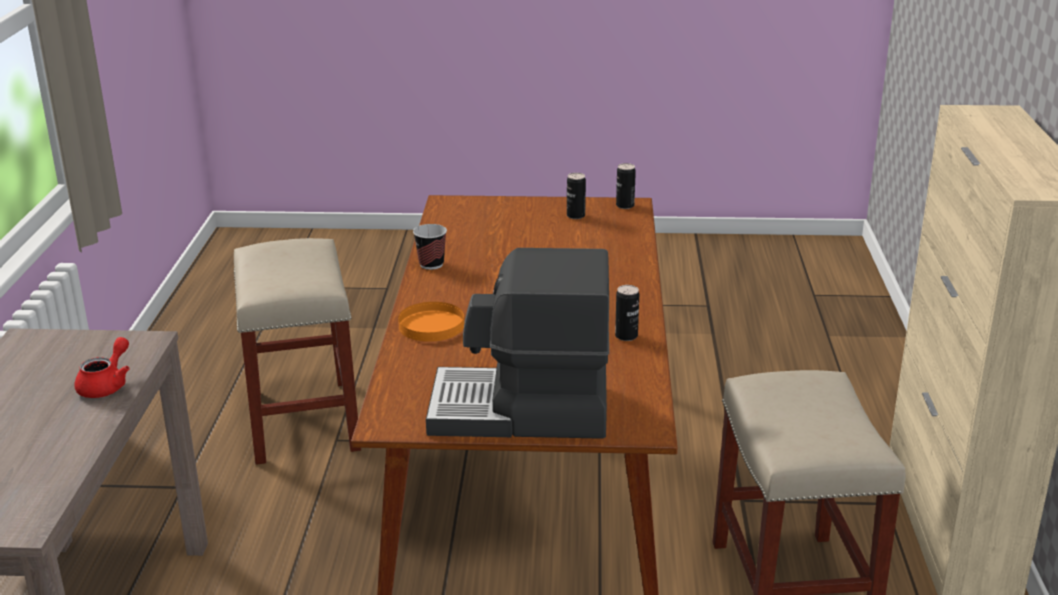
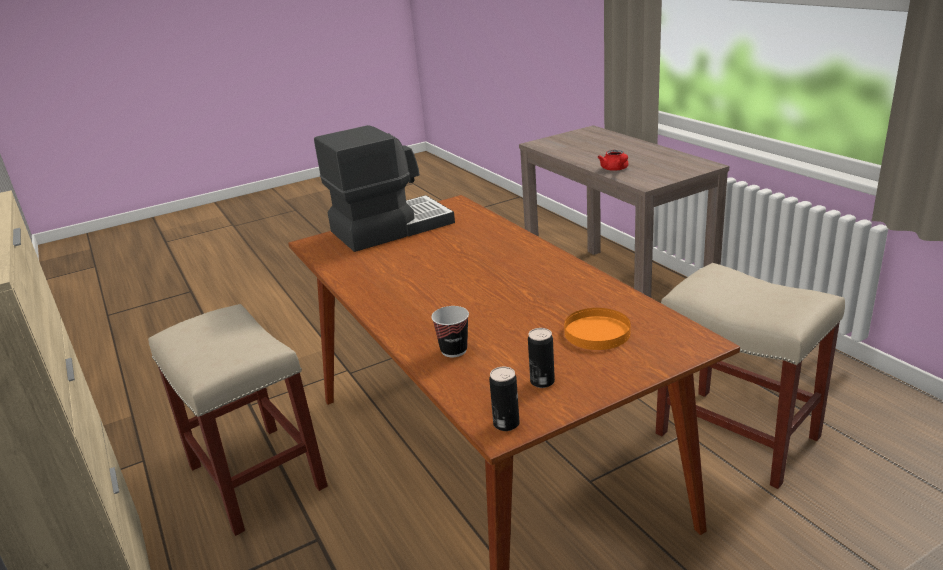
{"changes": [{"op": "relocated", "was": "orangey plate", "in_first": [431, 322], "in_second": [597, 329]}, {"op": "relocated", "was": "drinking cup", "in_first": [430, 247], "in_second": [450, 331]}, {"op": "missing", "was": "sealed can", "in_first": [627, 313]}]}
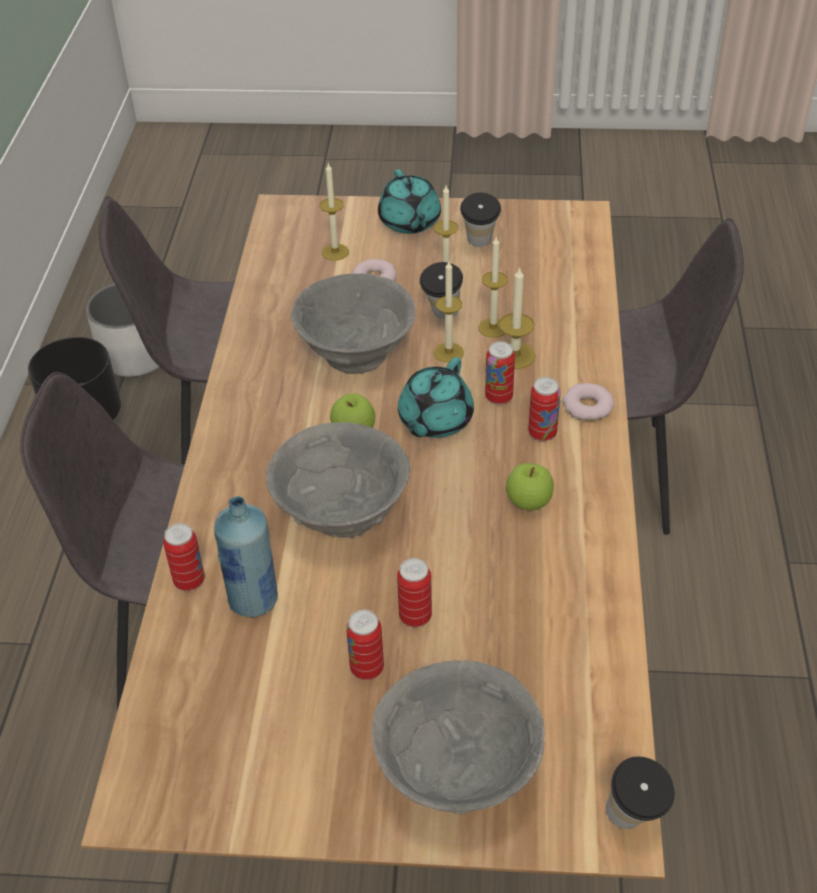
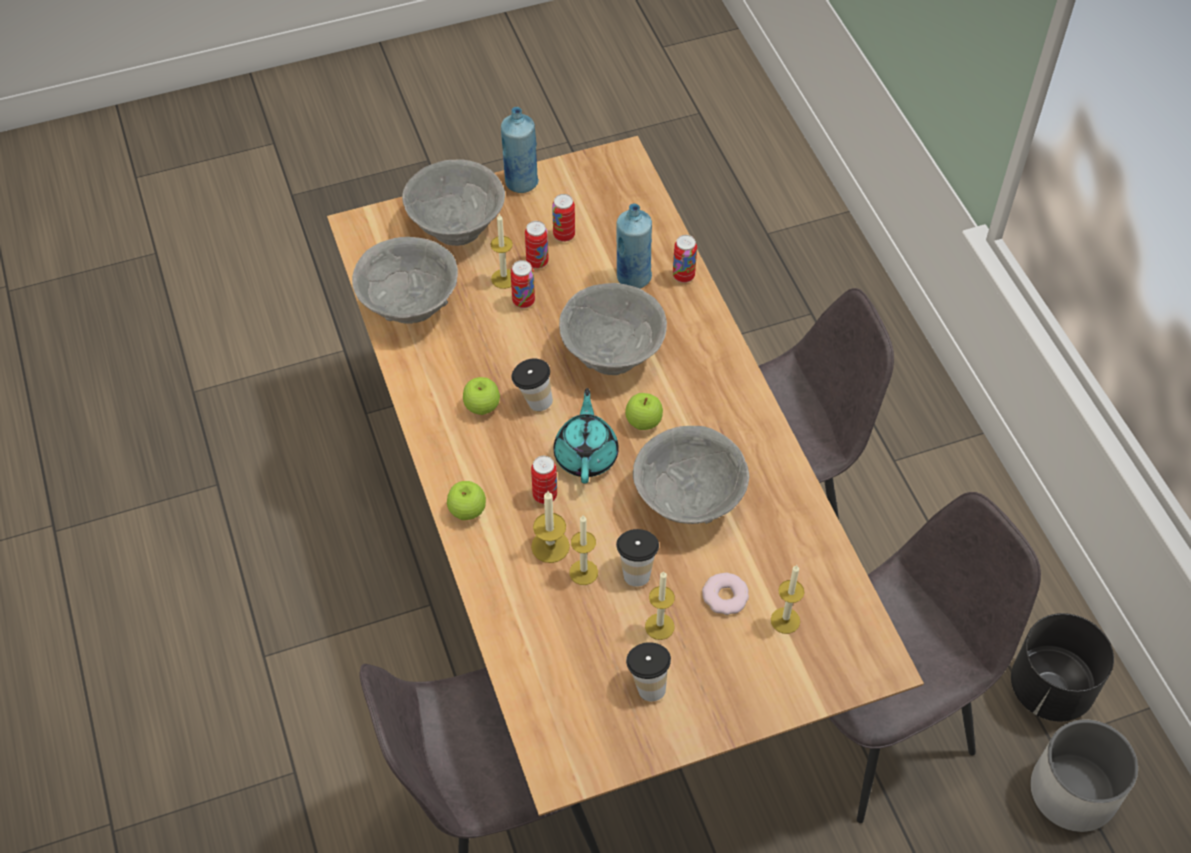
{"changes": [{"op": "missing", "was": "turquoise-coloured tea pot", "in_first": [409, 201]}, {"op": "relocated", "was": "wax light", "in_first": [449, 312], "in_second": [501, 251]}, {"op": "relocated", "was": "sealed can", "in_first": [544, 409], "in_second": [563, 218]}, {"op": "exchanged", "was": "ring doughnut", "now": "apple fruit", "in_first": [588, 402], "in_second": [466, 500]}, {"op": "relocated", "was": "drinking cup", "in_first": [640, 792], "in_second": [532, 385]}, {"op": "appeared", "now": "greyish bowl", "in_second": [405, 280]}, {"op": "appeared", "now": "blue bottle", "in_second": [520, 150]}]}
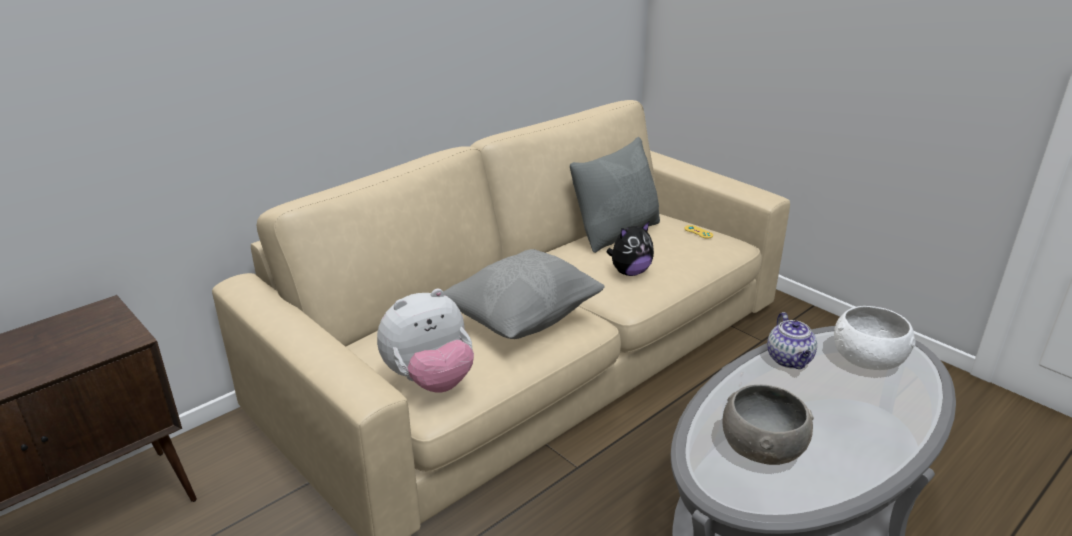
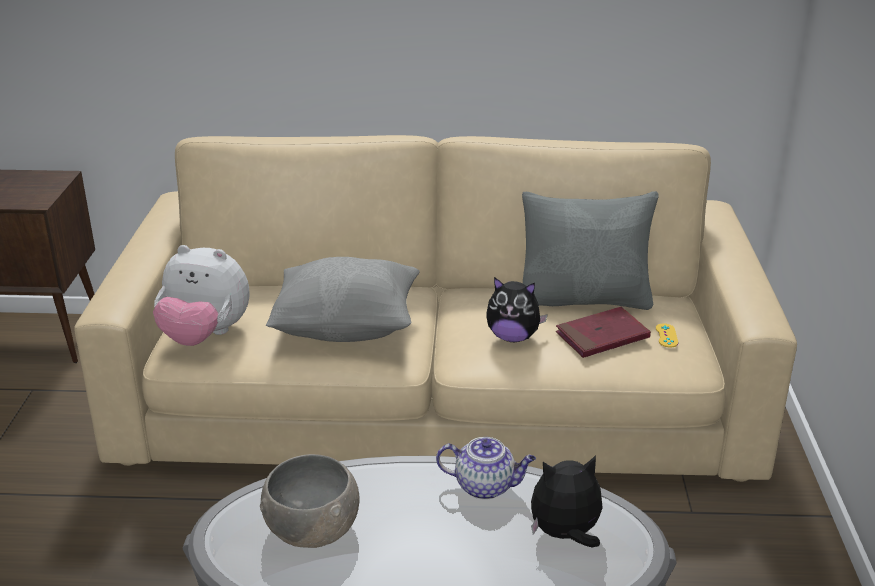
{"changes": [{"op": "spun", "was": "tea pot", "in_first": [792, 340], "in_second": [486, 468], "clockwise": -120}, {"op": "exchanged", "was": "white-coloured bowl", "now": "plush toy", "in_first": [875, 338], "in_second": [567, 501]}, {"op": "appeared", "now": "red book", "in_second": [603, 332]}]}
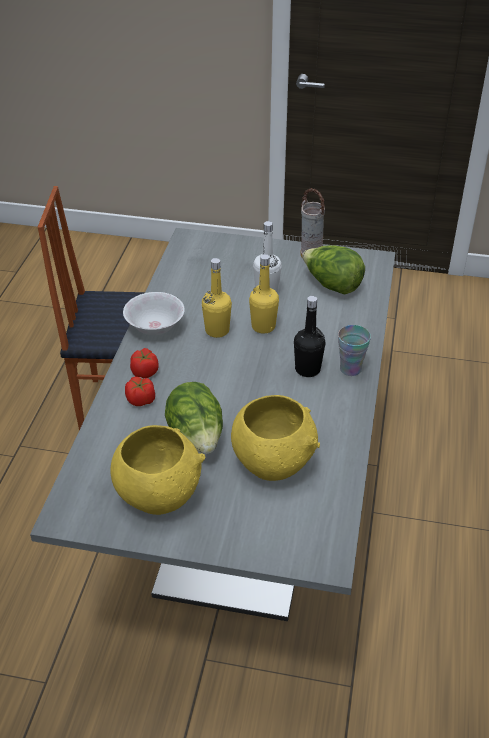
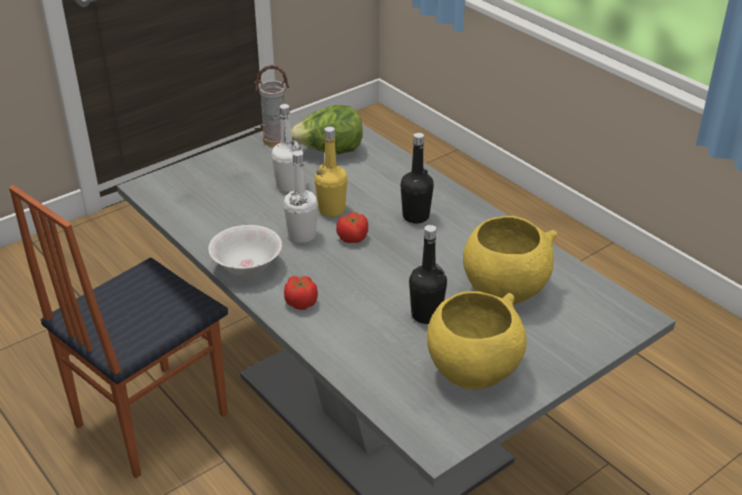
{"changes": [{"op": "relocated", "was": "fresh tomato", "in_first": [140, 391], "in_second": [352, 227]}, {"op": "exchanged", "was": "lettuce head", "now": "blackish bottle", "in_first": [194, 418], "in_second": [428, 274]}, {"op": "colour", "was": "yellow bottle", "now": "white-coloured bottle", "in_first": [217, 298], "in_second": [300, 196]}, {"op": "missing", "was": "drinking cup", "in_first": [354, 350]}]}
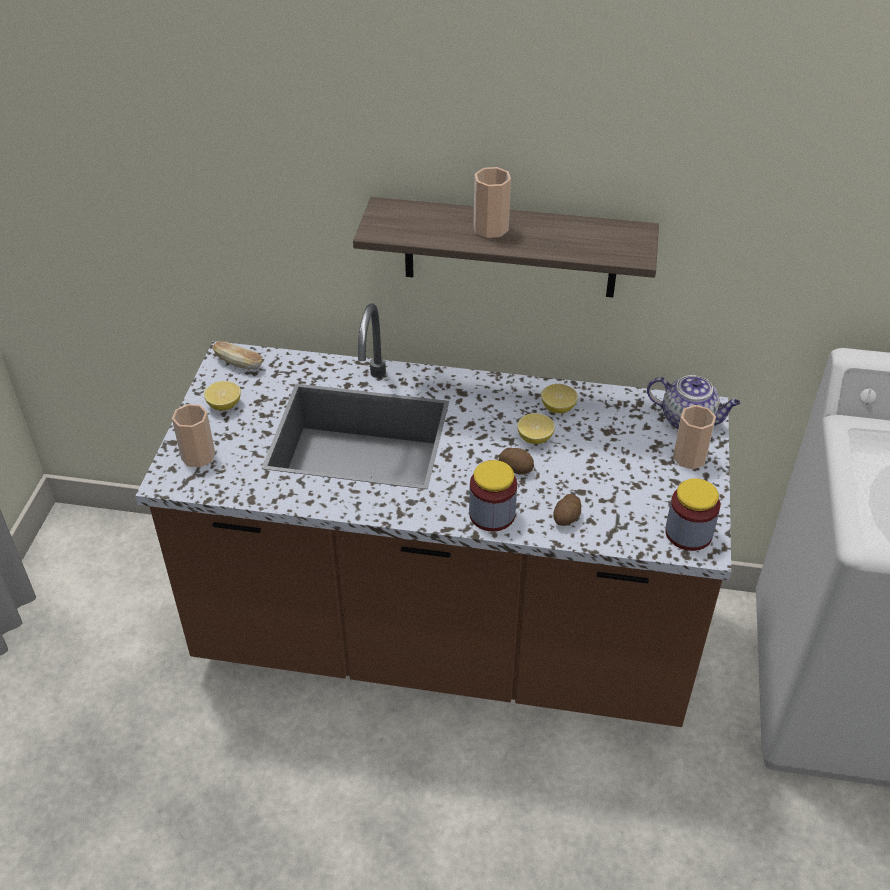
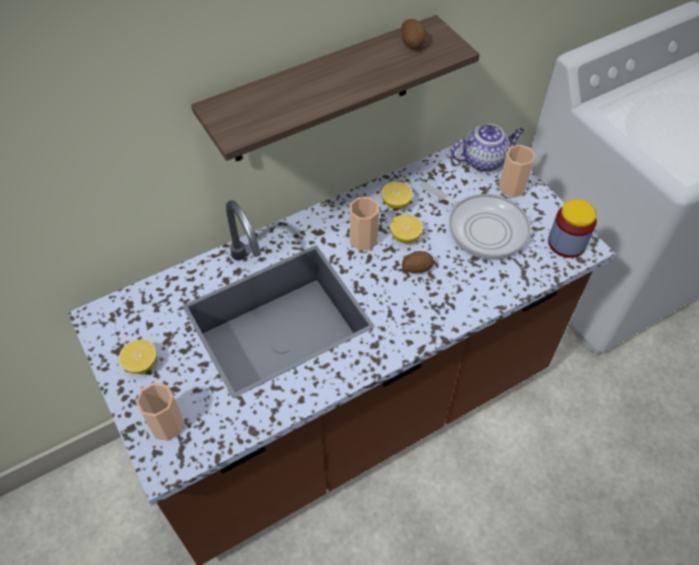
{"changes": [{"op": "missing", "was": "bread", "in_first": [238, 355]}, {"op": "missing", "was": "jar", "in_first": [493, 495]}, {"op": "relocated", "was": "drinking cup", "in_first": [492, 202], "in_second": [364, 223]}, {"op": "relocated", "was": "whole potato", "in_first": [567, 510], "in_second": [413, 34]}, {"op": "appeared", "now": "frying pan", "in_second": [475, 221]}]}
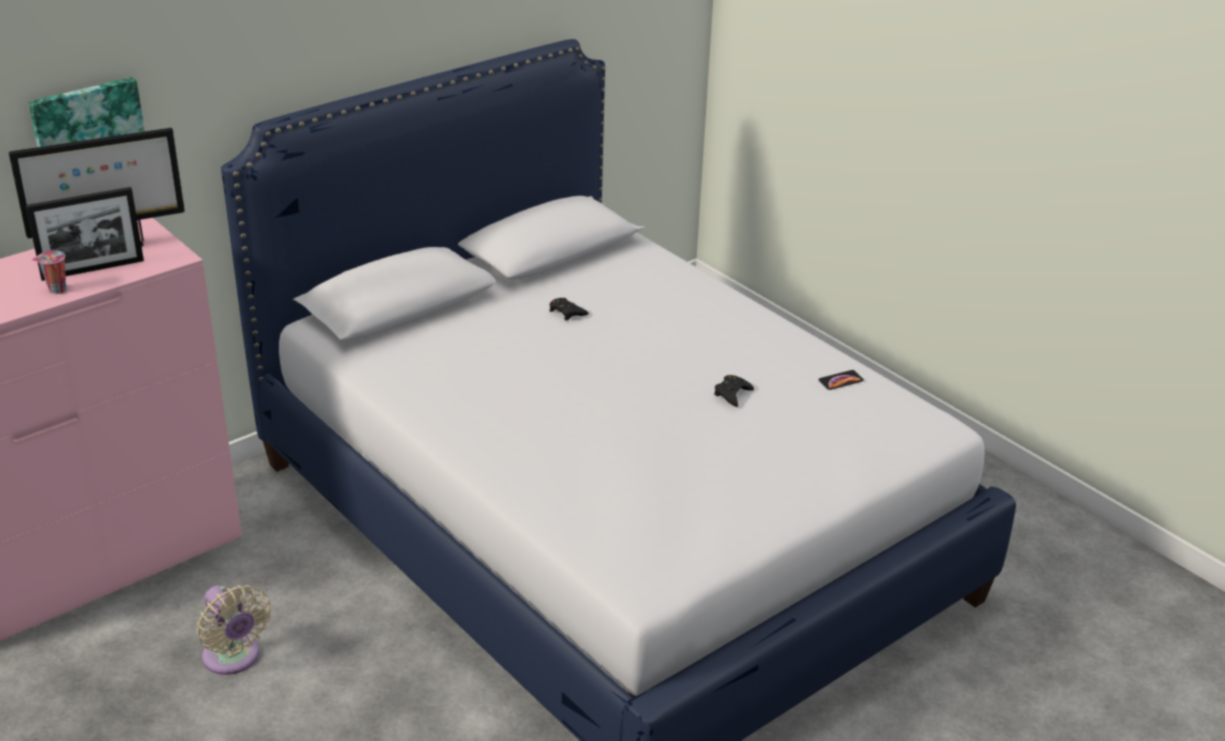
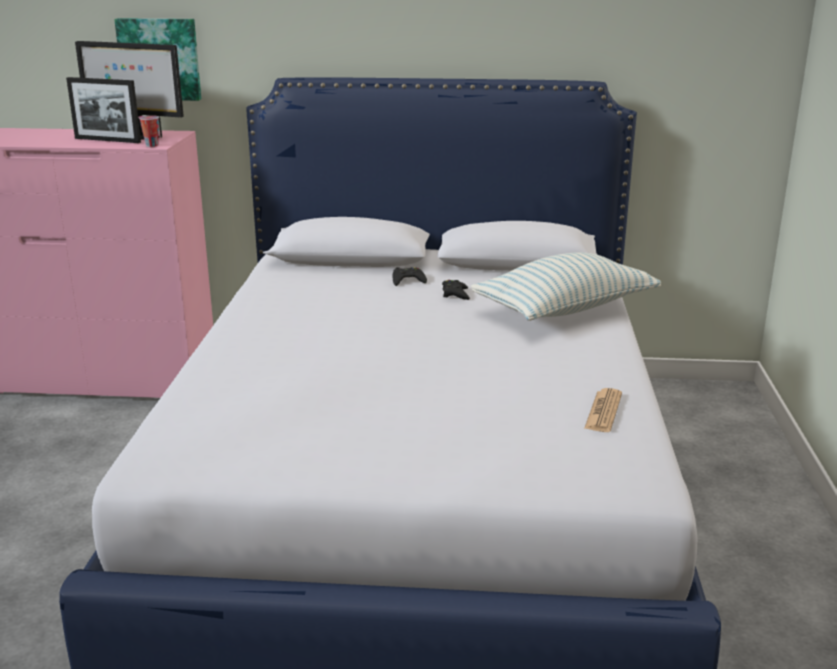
{"changes": [{"op": "relocated", "was": "drinking cup", "in_first": [49, 272], "in_second": [148, 131]}, {"op": "missing", "was": "beige cooling fan", "in_first": [234, 630]}, {"op": "relocated", "was": "blackish joypad", "in_first": [734, 391], "in_second": [410, 276]}, {"op": "exchanged", "was": "handset", "now": "newspaper", "in_first": [841, 380], "in_second": [603, 410]}, {"op": "appeared", "now": "pillow", "in_second": [566, 286]}]}
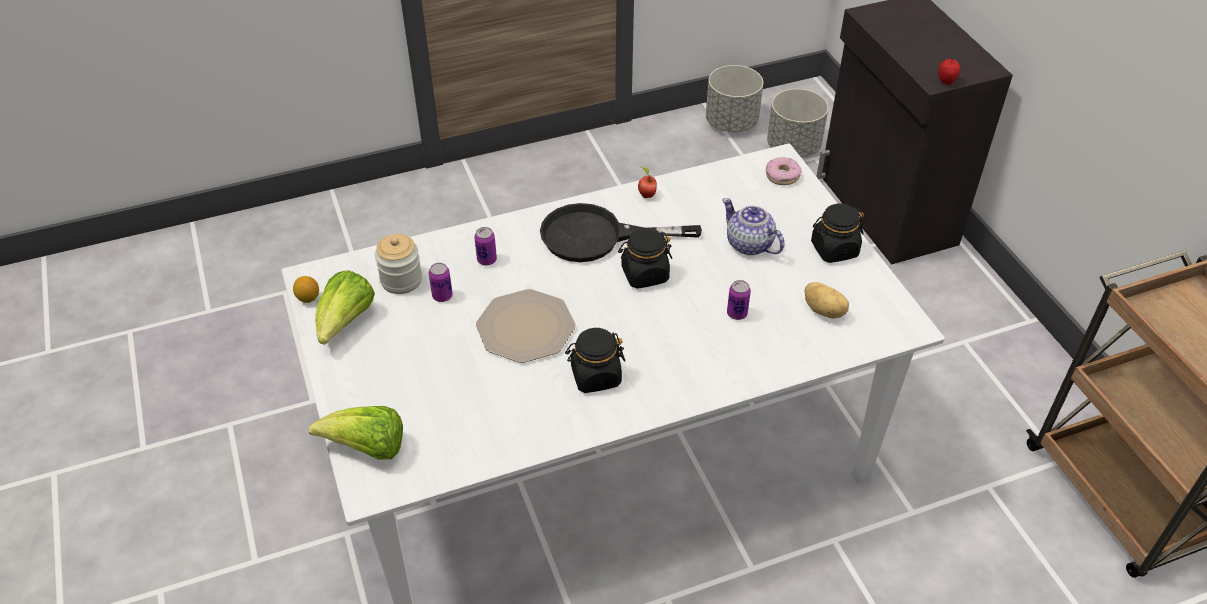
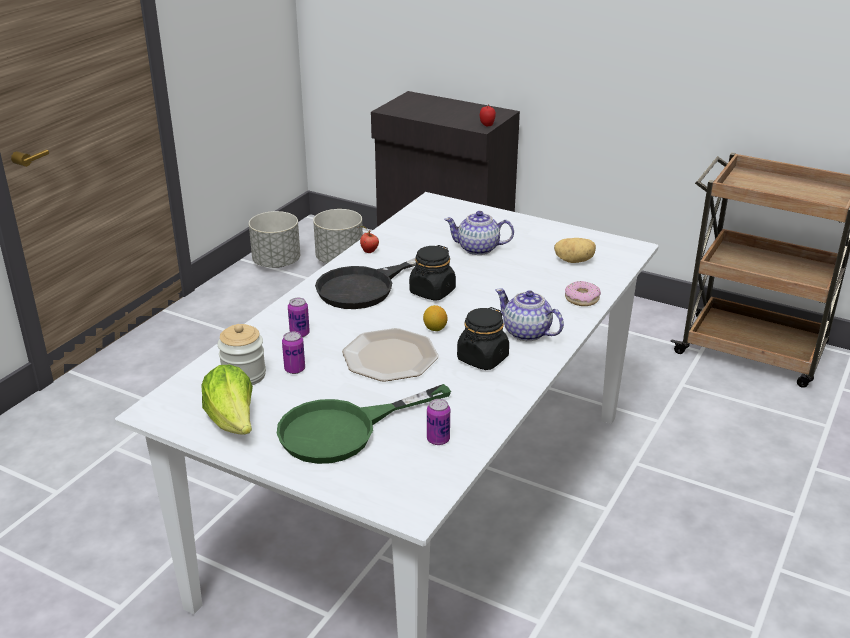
{"changes": [{"op": "relocated", "was": "lemon", "in_first": [306, 289], "in_second": [435, 318]}, {"op": "missing", "was": "lettuce head", "in_first": [356, 433]}, {"op": "relocated", "was": "sealed can", "in_first": [739, 300], "in_second": [438, 422]}, {"op": "relocated", "was": "ring doughnut", "in_first": [784, 171], "in_second": [583, 293]}, {"op": "missing", "was": "blackish jar", "in_first": [838, 233]}, {"op": "appeared", "now": "green-coloured frying pan", "in_second": [364, 424]}, {"op": "appeared", "now": "tea pot", "in_second": [530, 315]}]}
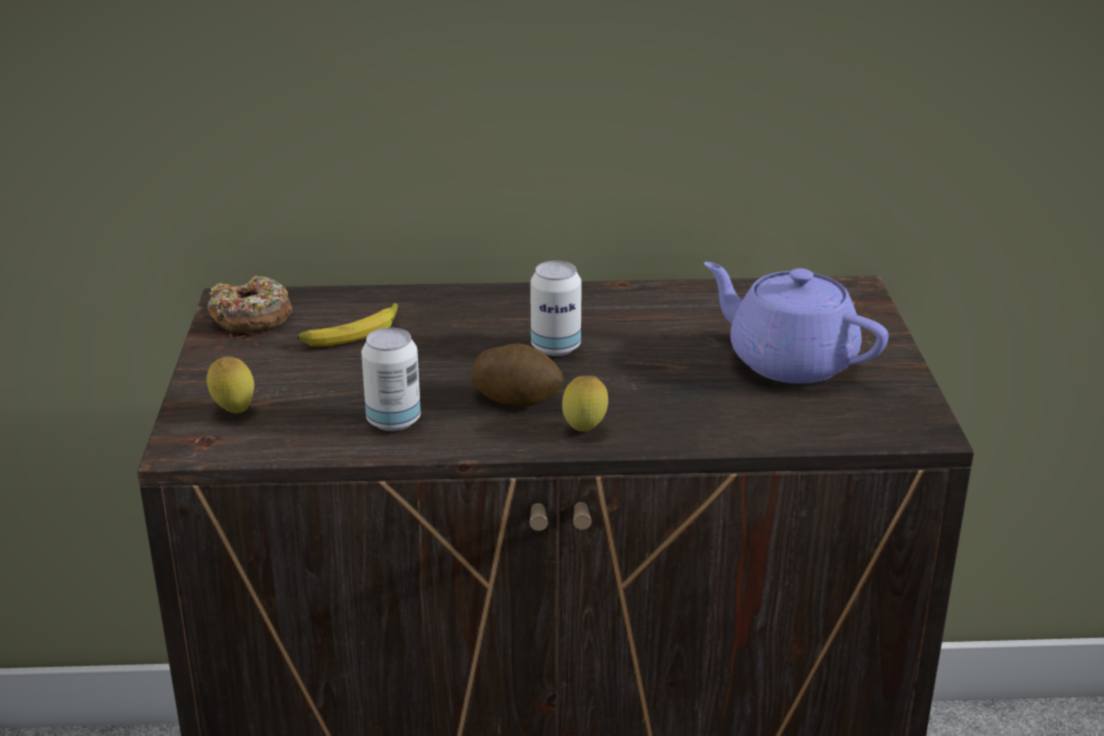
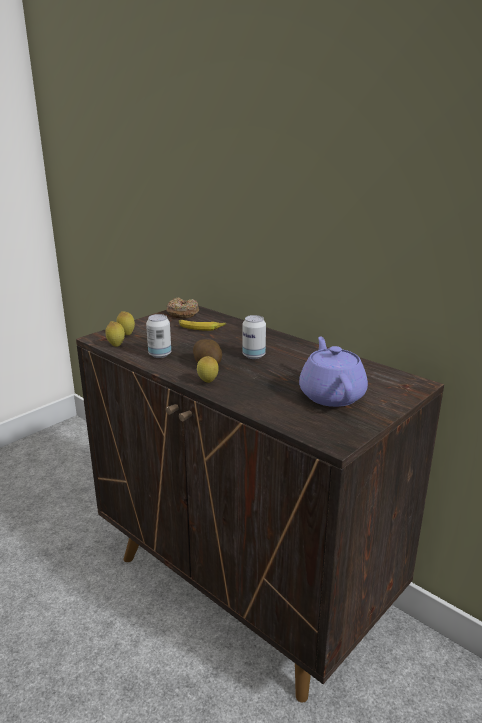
{"changes": [{"op": "appeared", "now": "lemon", "in_second": [115, 334]}]}
